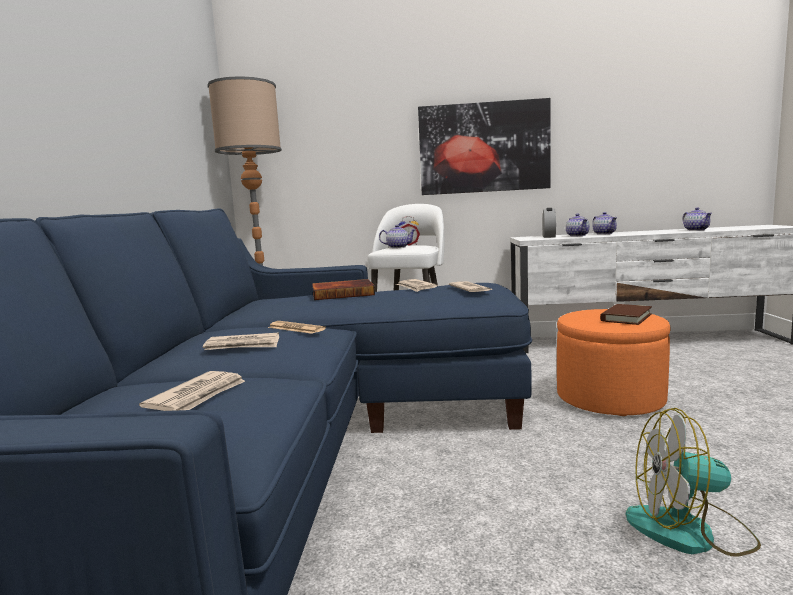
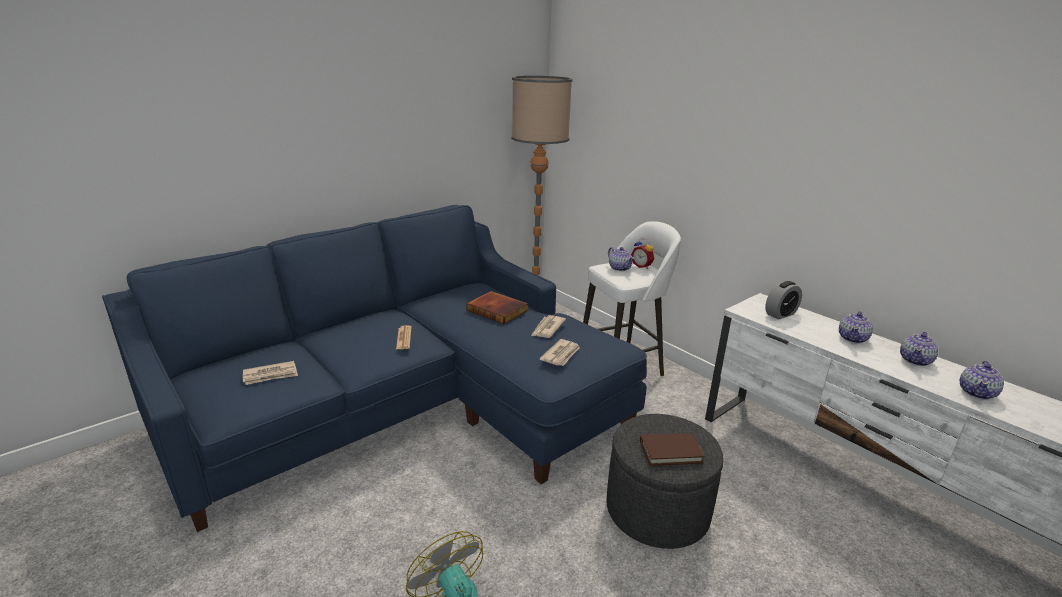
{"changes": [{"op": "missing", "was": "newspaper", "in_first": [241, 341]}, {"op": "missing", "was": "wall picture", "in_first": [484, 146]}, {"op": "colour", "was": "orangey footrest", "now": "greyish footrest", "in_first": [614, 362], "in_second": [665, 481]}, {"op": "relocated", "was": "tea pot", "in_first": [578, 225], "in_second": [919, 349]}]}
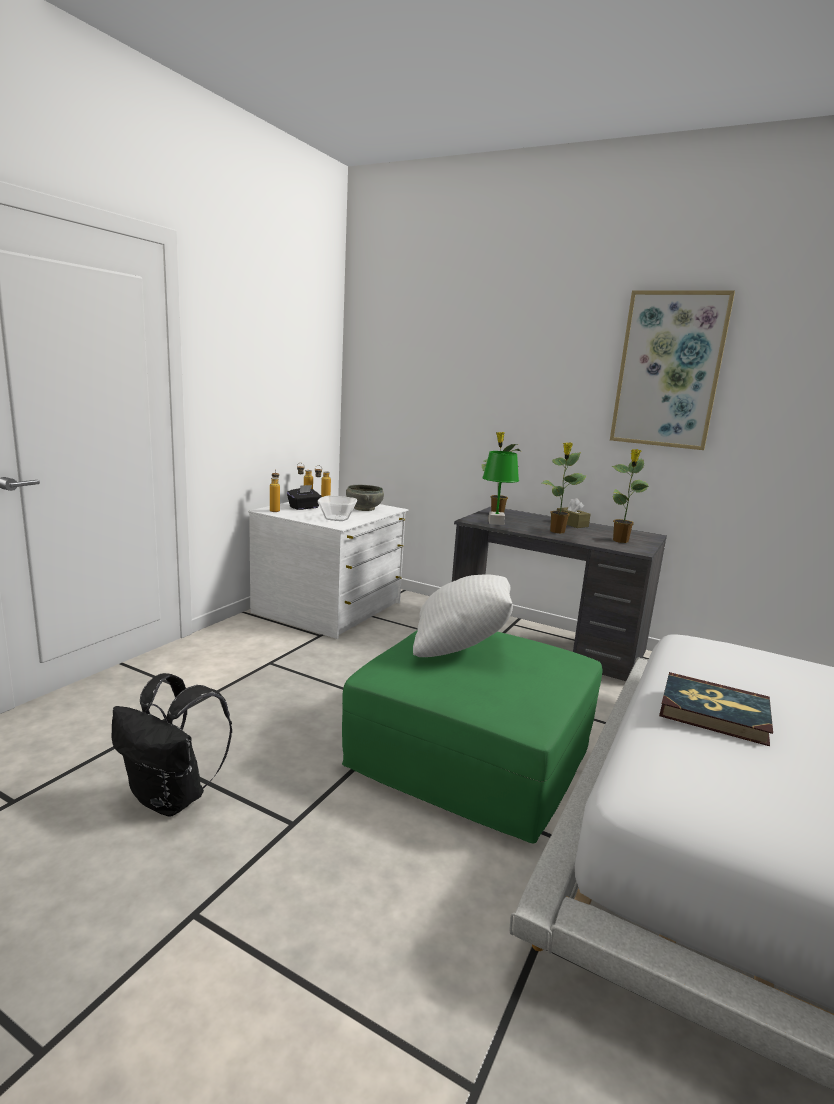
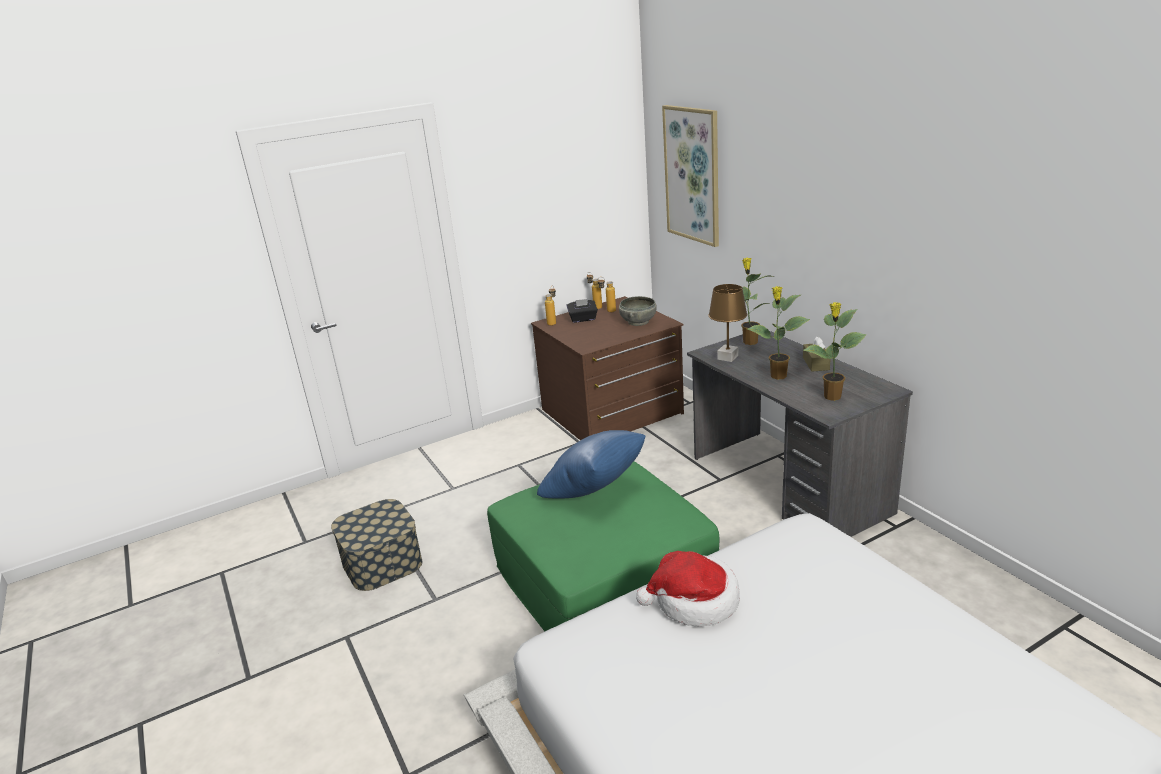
{"changes": [{"op": "exchanged", "was": "blackish backpack", "now": "storage container", "in_first": [172, 744], "in_second": [376, 545]}, {"op": "colour", "was": "white-coloured chest of drawers", "now": "brownish chest of drawers", "in_first": [328, 567], "in_second": [607, 368]}, {"op": "missing", "was": "bowl", "in_first": [337, 508]}, {"op": "colour", "was": "white-coloured pillow", "now": "blue pillow", "in_first": [463, 615], "in_second": [591, 464]}, {"op": "colour", "was": "green-coloured table lamp", "now": "brownish table lamp", "in_first": [500, 488], "in_second": [727, 323]}, {"op": "relocated", "was": "wall picture", "in_first": [672, 370], "in_second": [690, 176]}, {"op": "exchanged", "was": "book", "now": "hat", "in_first": [716, 709], "in_second": [688, 588]}]}
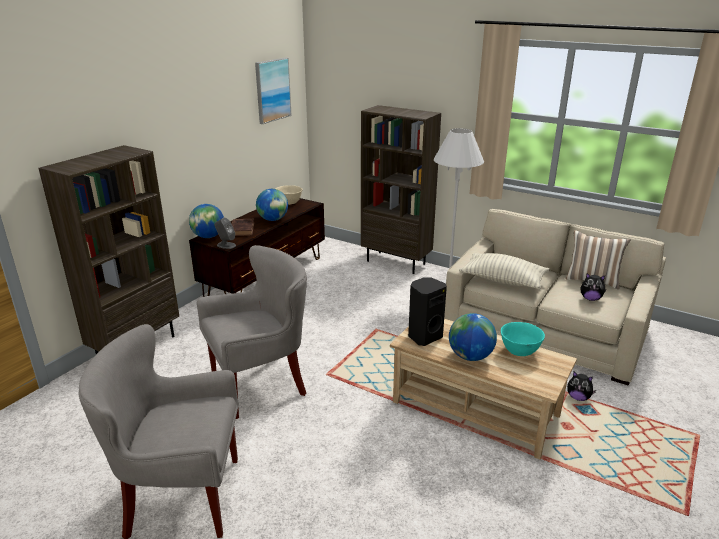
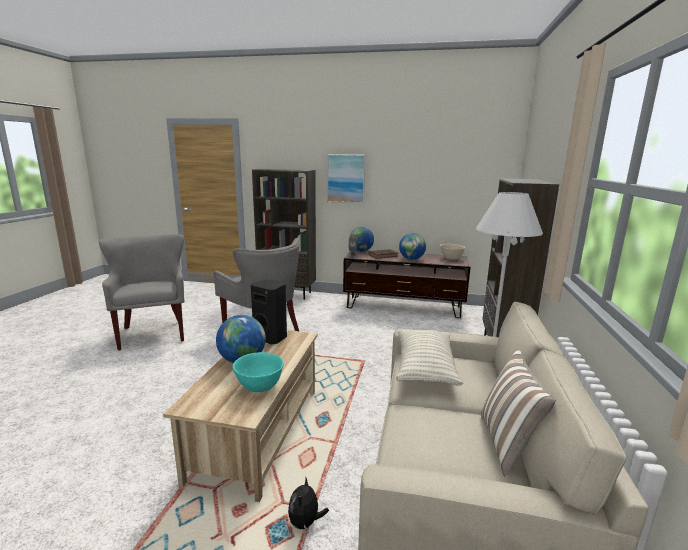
{"changes": [{"op": "relocated", "was": "wall picture", "in_first": [273, 90], "in_second": [346, 178]}, {"op": "missing", "was": "plush toy", "in_first": [593, 287]}]}
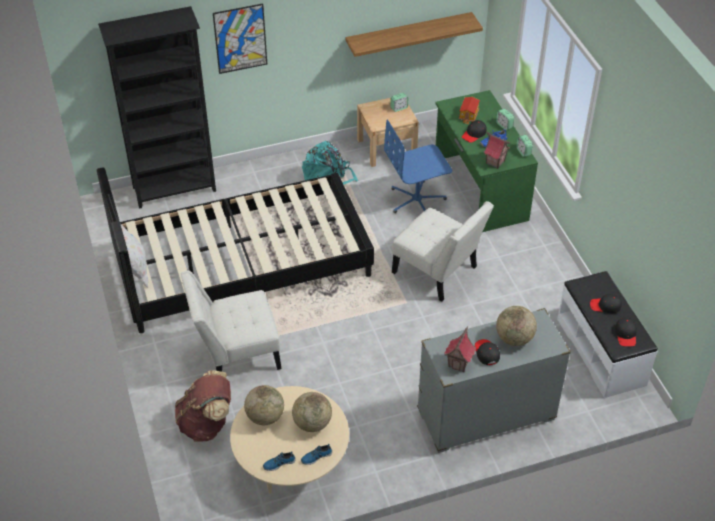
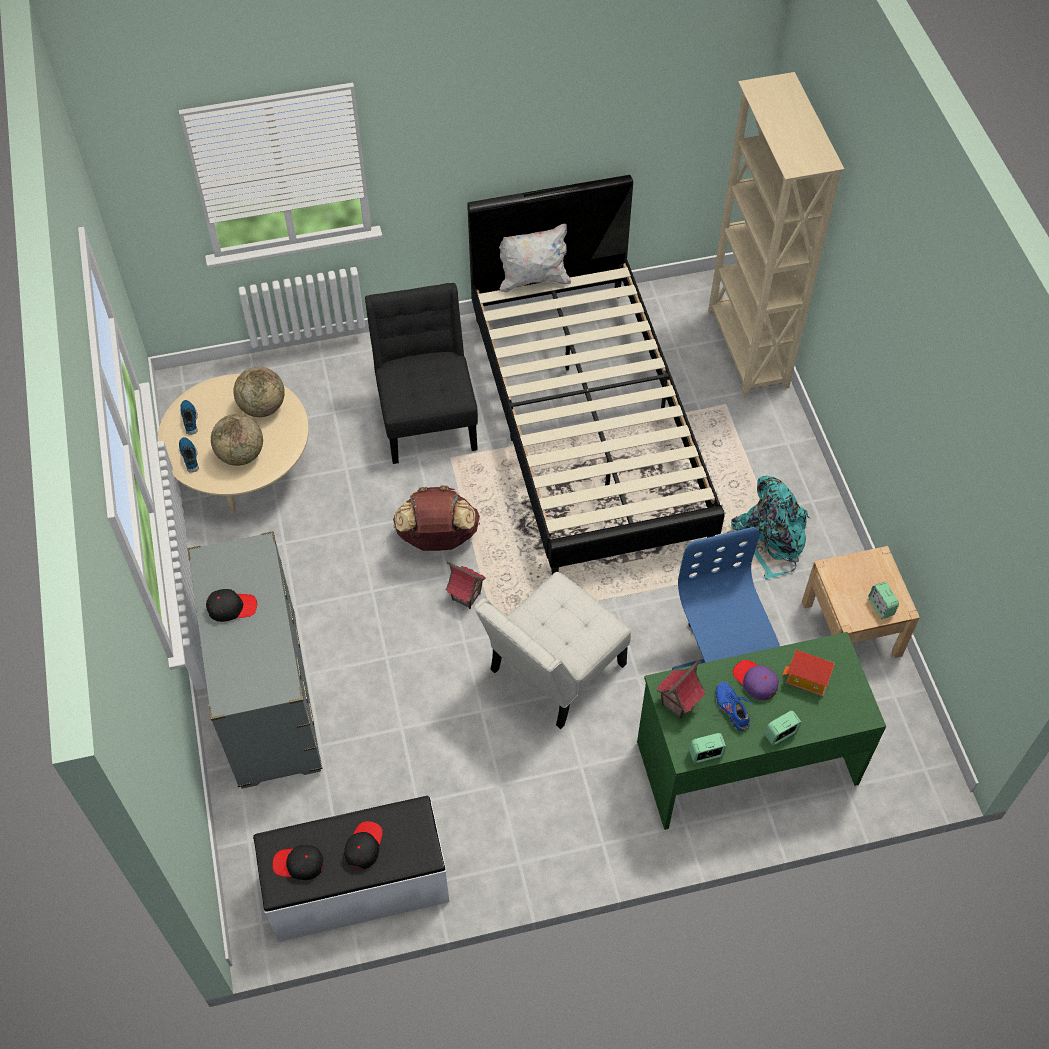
{"changes": [{"op": "colour", "was": "blackish bookshelf", "now": "beige bookshelf", "in_first": [157, 107], "in_second": [776, 234]}, {"op": "relocated", "was": "brownish backpack", "in_first": [203, 406], "in_second": [436, 518]}, {"op": "colour", "was": "white-coloured plain chair", "now": "blackish plain chair", "in_first": [231, 321], "in_second": [421, 373]}, {"op": "missing", "was": "wall picture", "in_first": [240, 39]}, {"op": "missing", "was": "bracket shelf", "in_first": [414, 34]}, {"op": "relocated", "was": "miniature house", "in_first": [460, 349], "in_second": [465, 585]}, {"op": "colour", "was": "blackish baseball cap", "now": "purple baseball cap", "in_first": [474, 131], "in_second": [756, 680]}, {"op": "missing", "was": "globe", "in_first": [516, 326]}]}
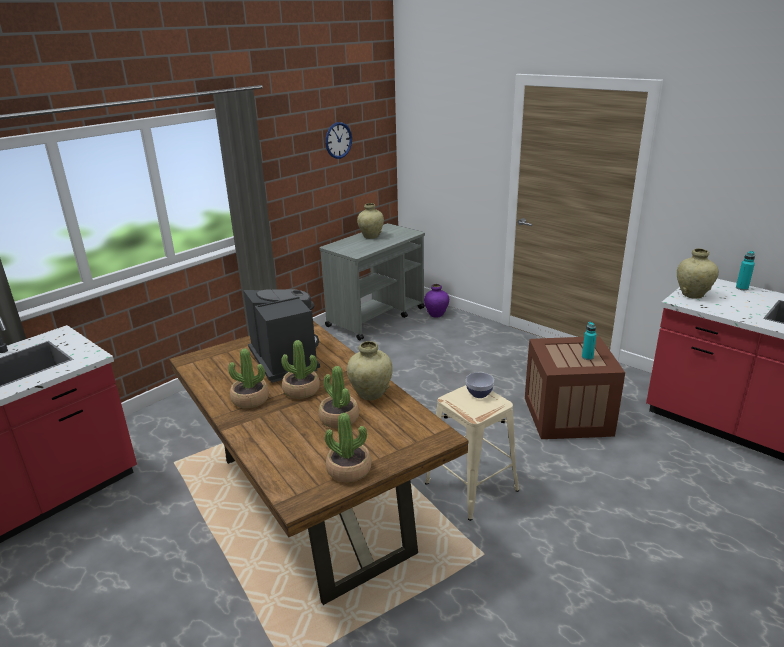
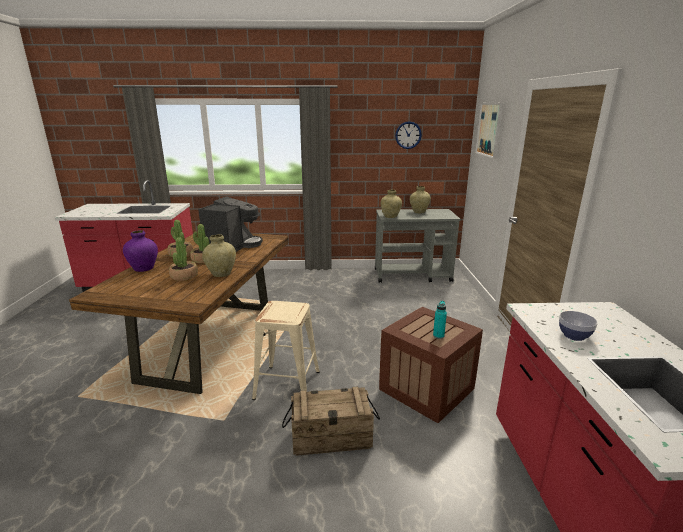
{"changes": [{"op": "missing", "was": "plant in a pot", "in_first": [348, 448]}, {"op": "relocated", "was": "purple decorative vase", "in_first": [436, 300], "in_second": [140, 251]}, {"op": "relocated", "was": "bowl", "in_first": [480, 385], "in_second": [578, 326]}, {"op": "relocated", "was": "beige decorative vase", "in_first": [698, 273], "in_second": [391, 204]}, {"op": "missing", "was": "turquoise-coloured bottle", "in_first": [745, 270]}, {"op": "appeared", "now": "packing crate", "in_second": [331, 421]}, {"op": "appeared", "now": "wall picture", "in_second": [489, 131]}]}
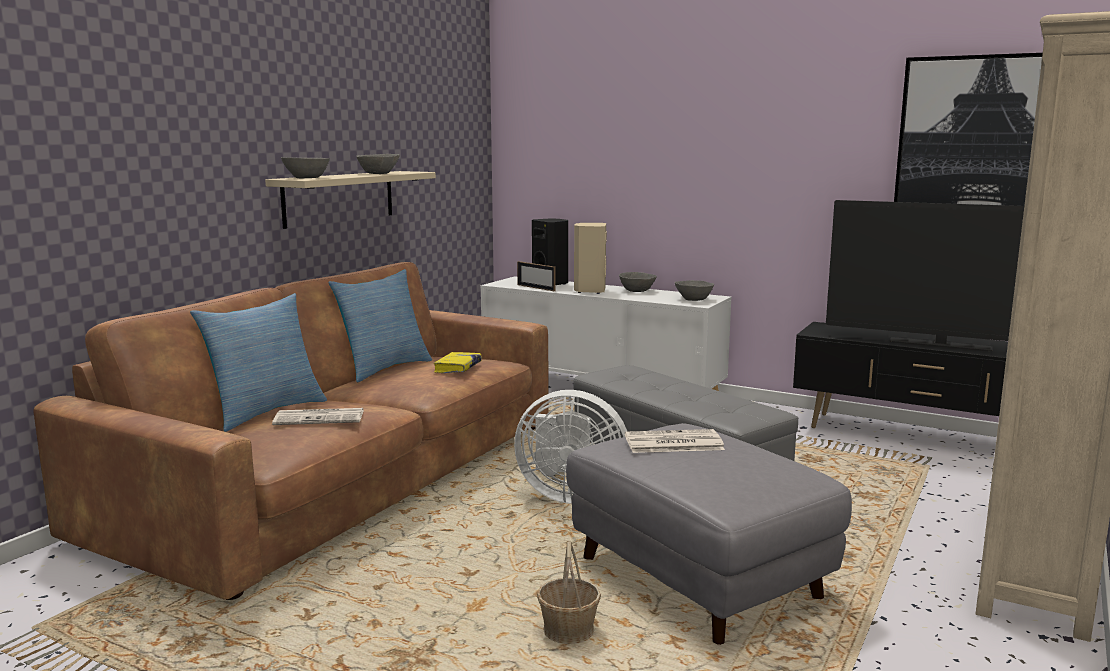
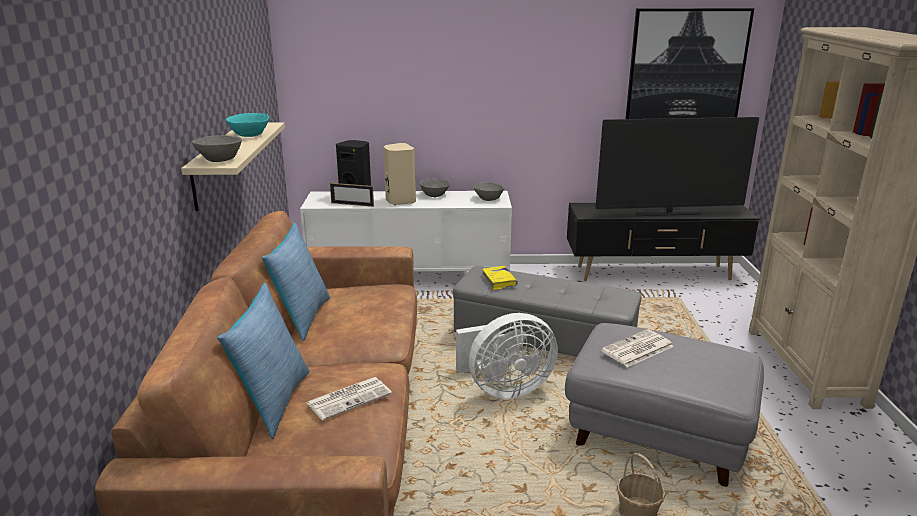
{"changes": [{"op": "colour", "was": "greyish bowl", "now": "turquoise-coloured bowl", "in_first": [377, 164], "in_second": [247, 125]}, {"op": "relocated", "was": "yellow book", "in_first": [458, 362], "in_second": [500, 278]}]}
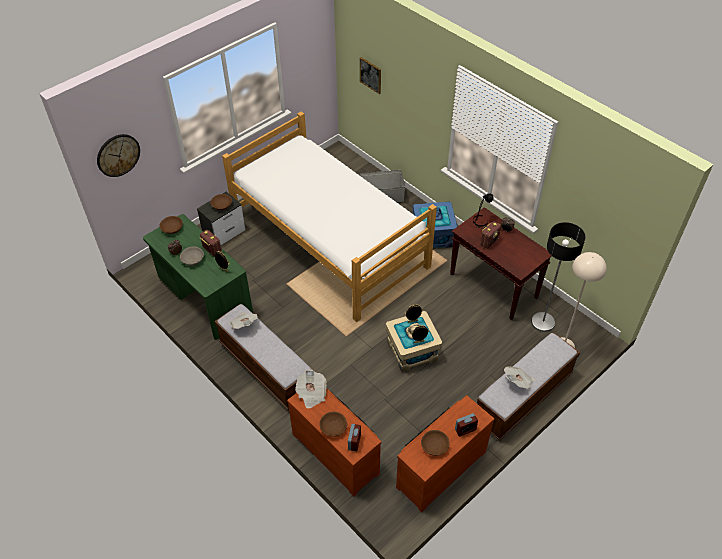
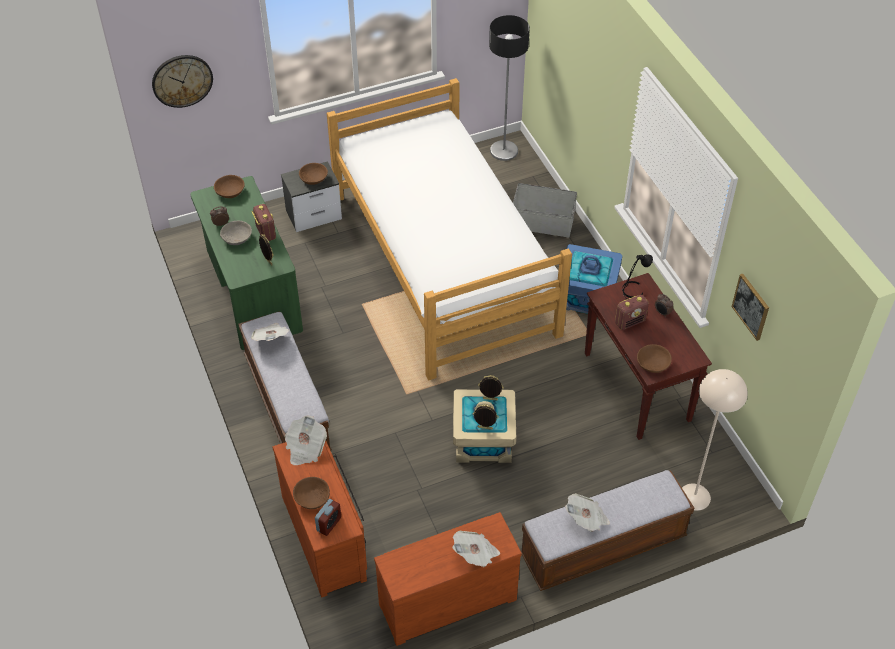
{"changes": [{"op": "relocated", "was": "wall picture", "in_first": [370, 75], "in_second": [750, 307]}, {"op": "relocated", "was": "brownish bowl", "in_first": [435, 443], "in_second": [654, 358]}, {"op": "exchanged", "was": "bedside clock", "now": "newspaper", "in_first": [466, 424], "in_second": [476, 549]}, {"op": "relocated", "was": "standard lamp", "in_first": [558, 277], "in_second": [509, 88]}]}
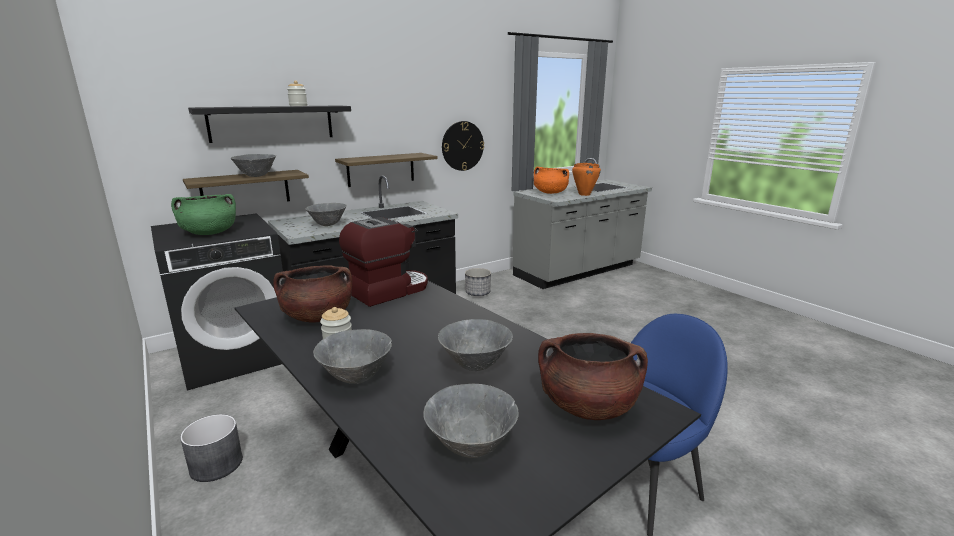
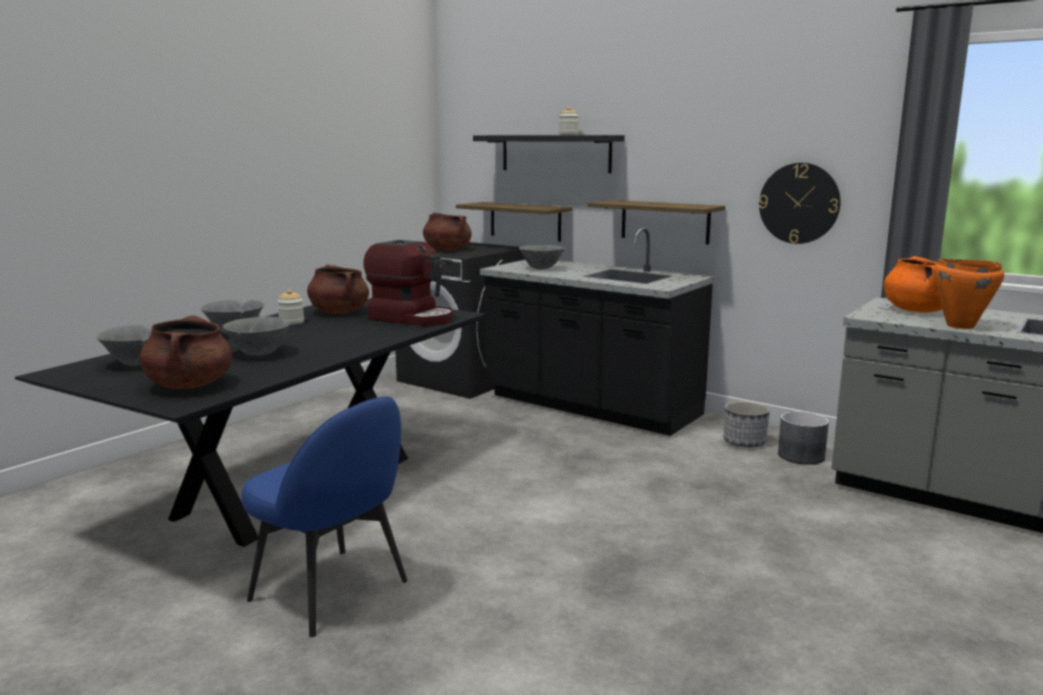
{"changes": [{"op": "colour", "was": "green-coloured stockpot", "now": "brownish stockpot", "in_first": [203, 214], "in_second": [447, 231]}, {"op": "relocated", "was": "greyish flower pot", "in_first": [211, 448], "in_second": [803, 438]}, {"op": "missing", "was": "greyish bowl", "in_first": [253, 165]}]}
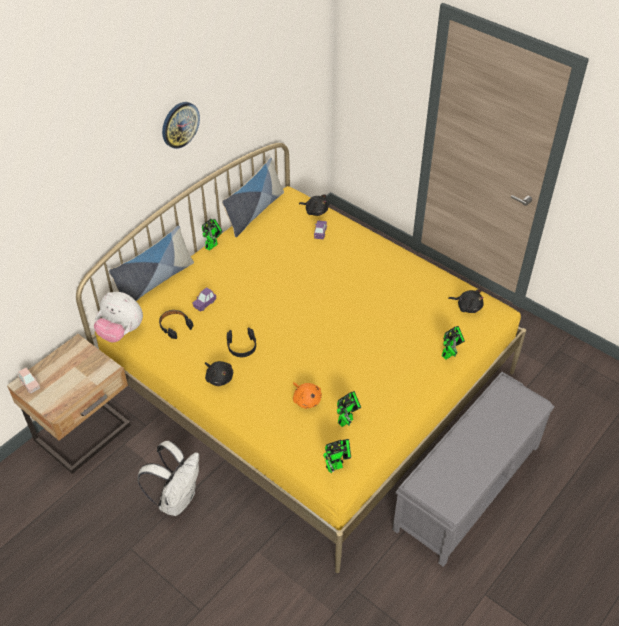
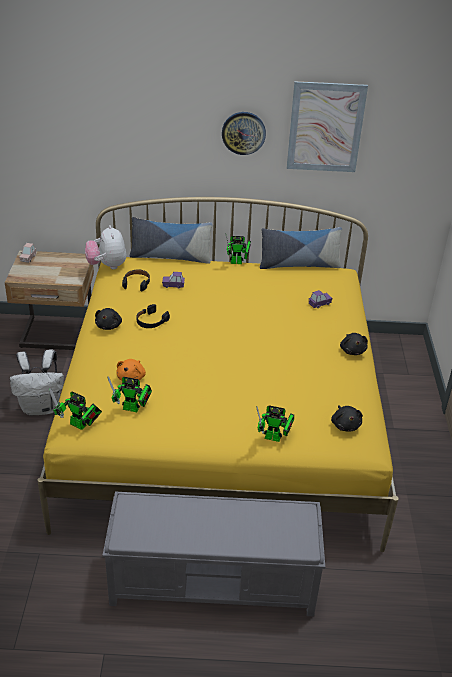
{"changes": [{"op": "relocated", "was": "blackish plush toy", "in_first": [313, 205], "in_second": [354, 344]}, {"op": "appeared", "now": "wall picture", "in_second": [327, 126]}]}
